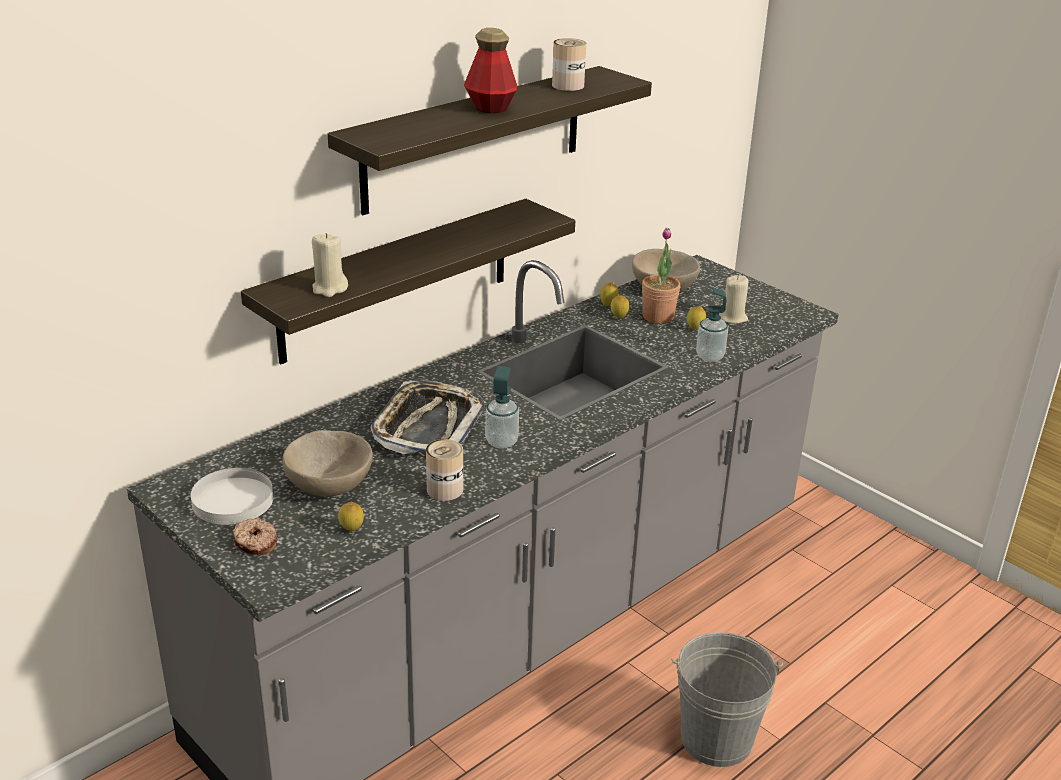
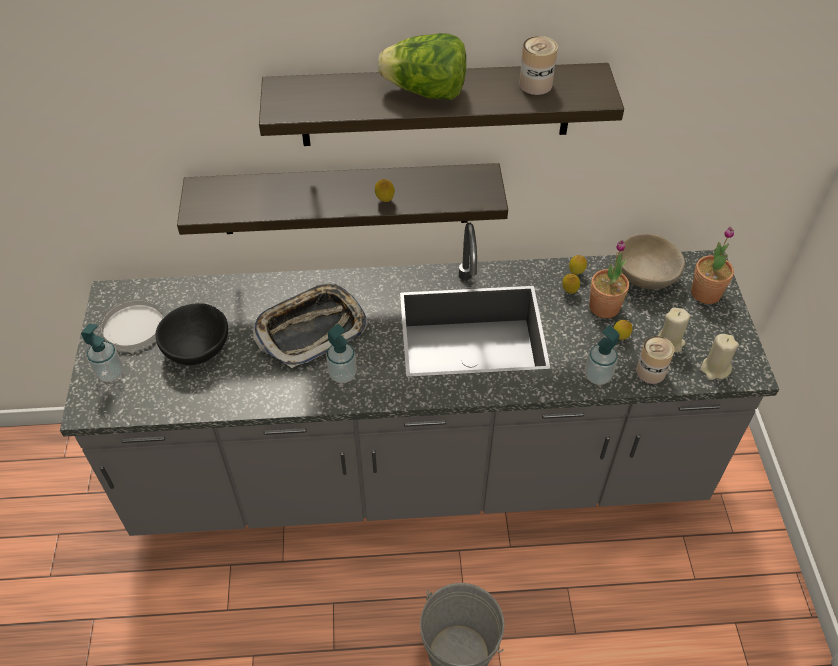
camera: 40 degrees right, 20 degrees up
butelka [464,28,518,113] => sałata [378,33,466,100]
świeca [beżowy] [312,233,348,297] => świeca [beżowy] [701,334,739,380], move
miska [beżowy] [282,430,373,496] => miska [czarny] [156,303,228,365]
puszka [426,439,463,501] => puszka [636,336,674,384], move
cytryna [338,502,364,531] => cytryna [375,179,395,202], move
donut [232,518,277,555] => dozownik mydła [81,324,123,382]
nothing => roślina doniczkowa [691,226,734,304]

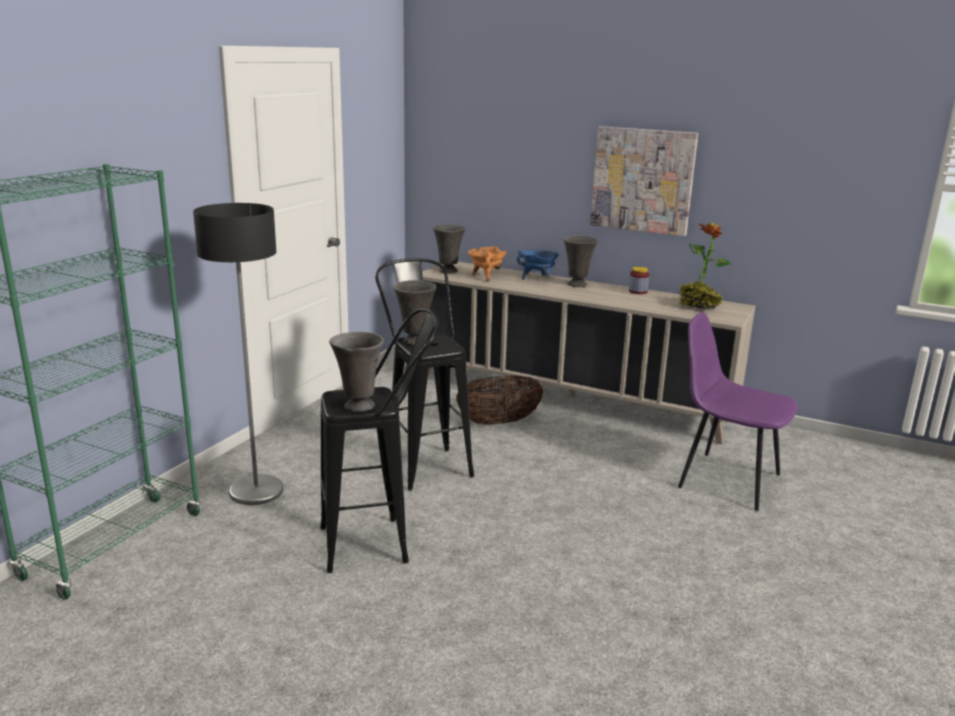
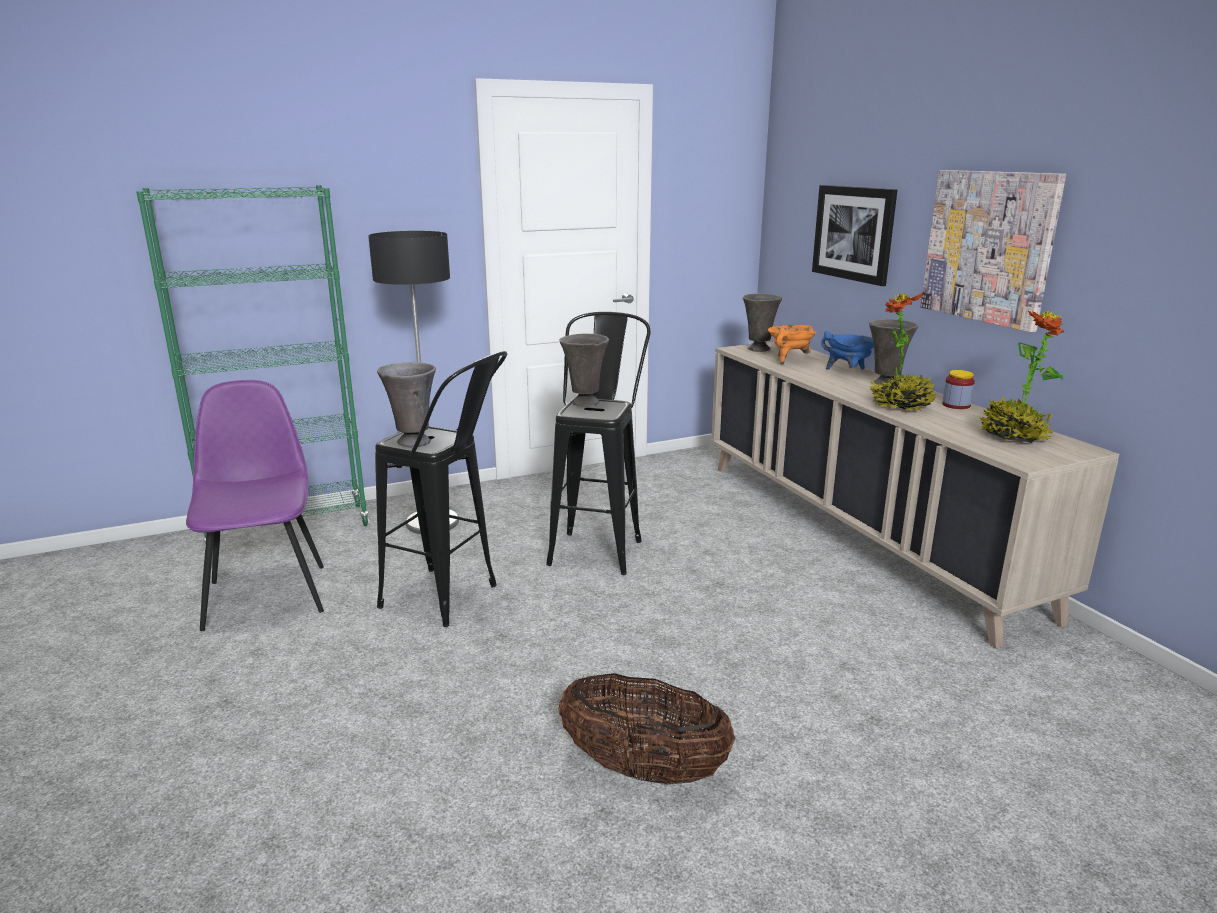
camera: 40 degrees right, 0 degrees up
krzesło [fioletowy] [678,312,798,511] => krzesło [fioletowy] [186,380,324,631], move
koszyk [456,375,543,425] => koszyk [558,673,735,785], move
nothing => obraz [812,185,897,286]
nothing => roślina doniczkowa [870,292,936,411]

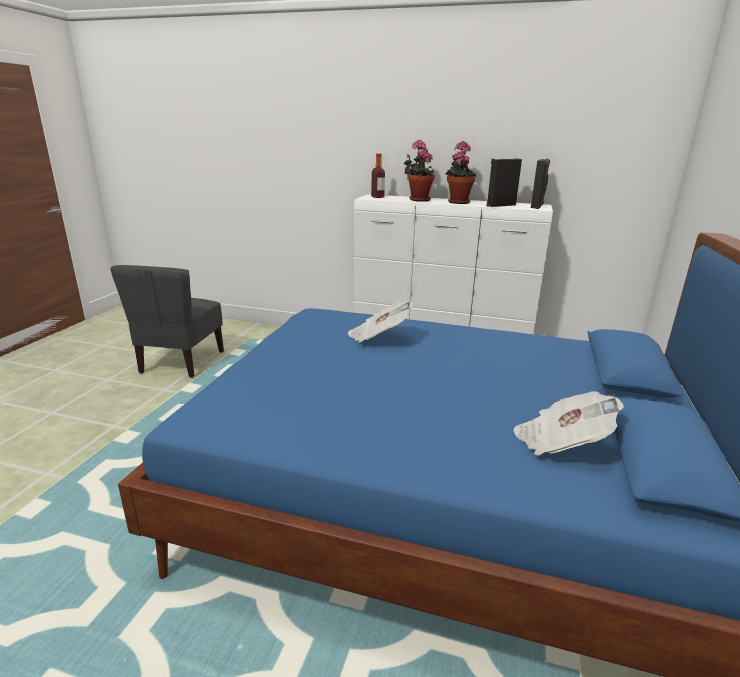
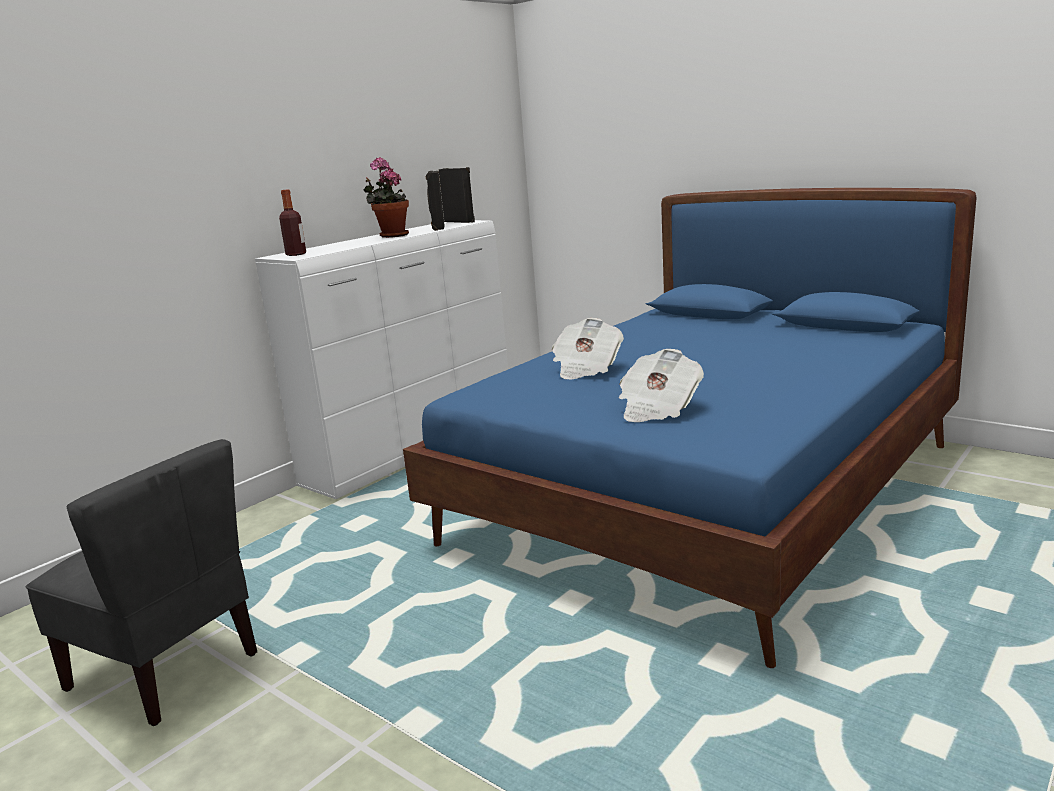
camera: 65 degrees left, 5 degrees down
roślina doniczkowa [404,140,435,202] => nothing
gazeta [513,391,624,456] => gazeta [619,349,704,422], move

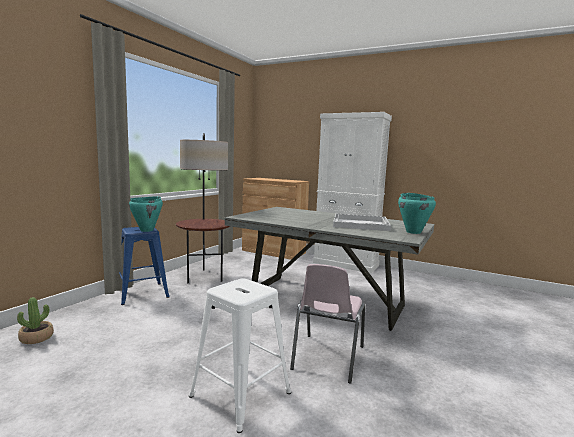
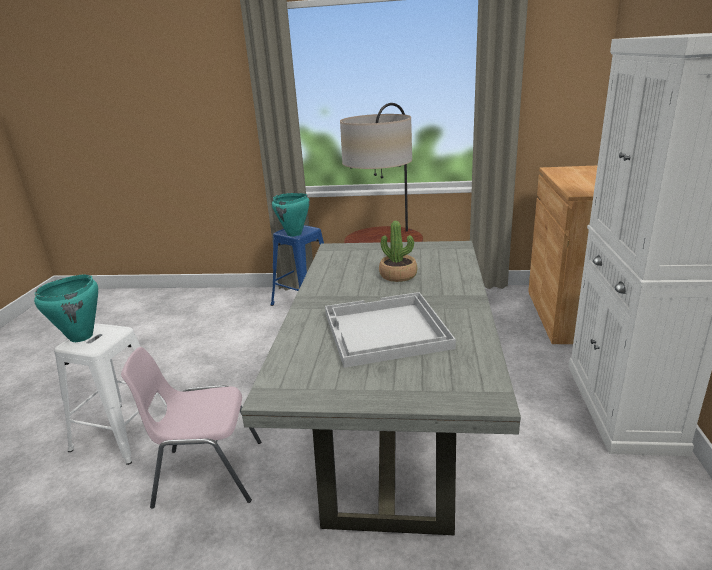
camera: 70 degrees right, 15 degrees up
garnek [turkusowy] [398,193,436,234] => garnek [turkusowy] [34,274,98,342], move
roślina doniczkowa [17,297,54,344] => roślina doniczkowa [379,221,417,282], move

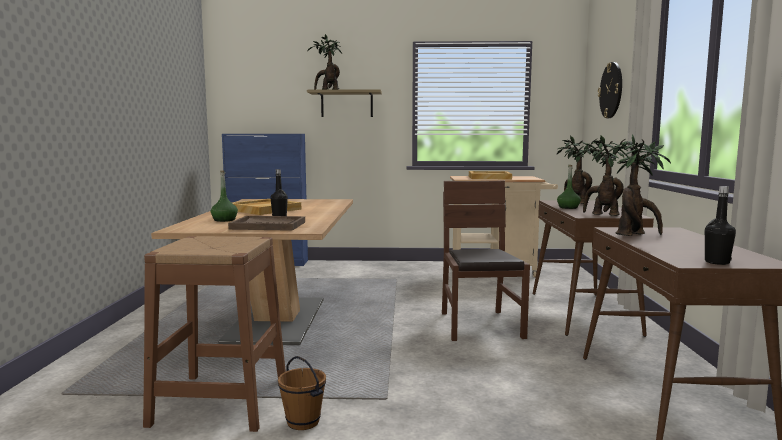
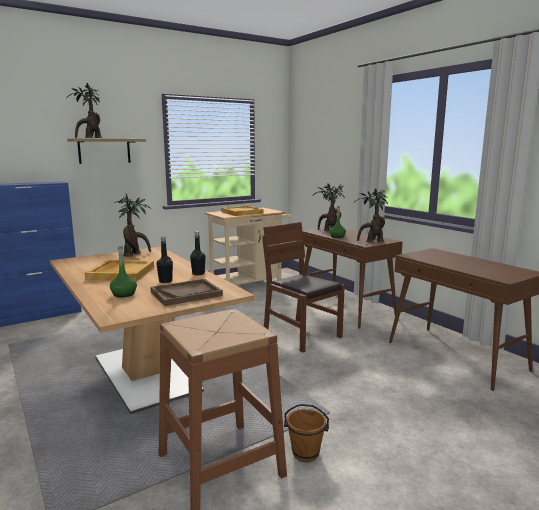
camera: 35 degrees left, 5 degrees up
zegar ścienny [598,62,622,118] => nothing
roślina doniczkowa [612,134,671,236] => roślina doniczkowa [115,193,151,257], move
butelka [czarny] [705,186,736,265] => butelka [czarny] [190,231,205,275], move

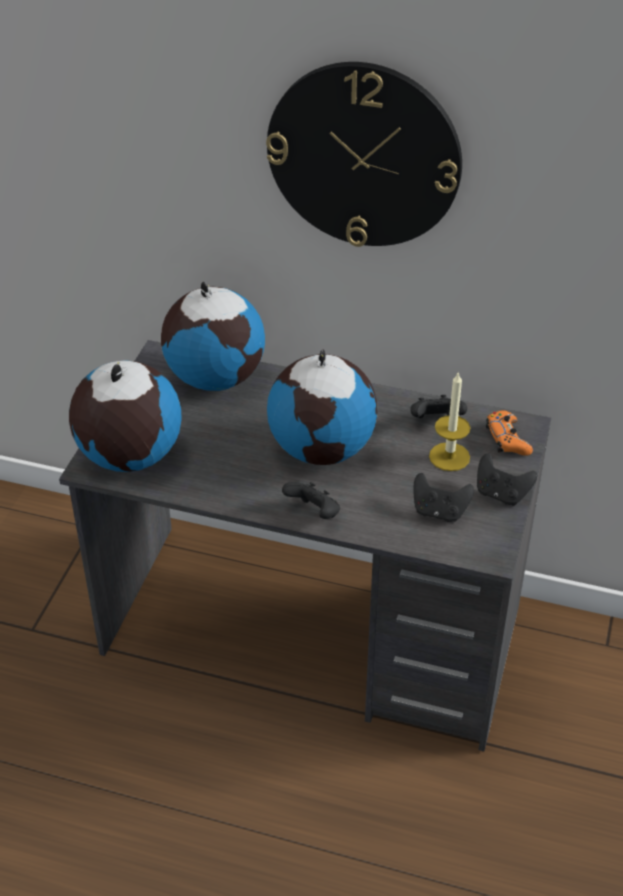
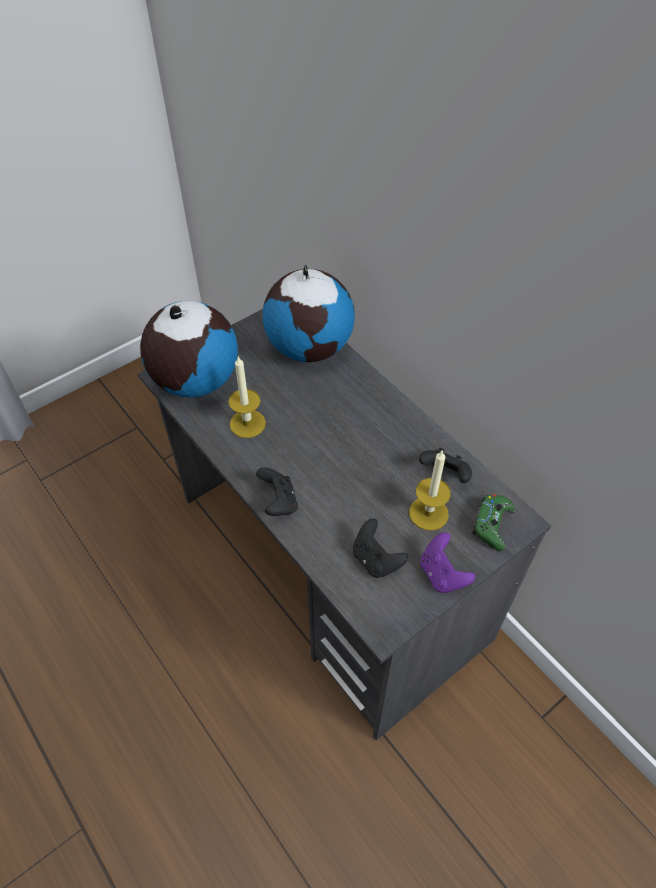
camera: 35 degrees right, 10 degrees up
zegar ścienny [266,62,462,247] => nothing
globus [267,349,378,465] => nothing
pad do gier [pomarańczowy] [486,410,533,456] => pad do gier [zielony] [472,494,516,551]
pad do gier [czarny] [477,453,537,506] => pad do gier [fioletowy] [420,532,475,593]
nothing => świeca [228,357,266,438]

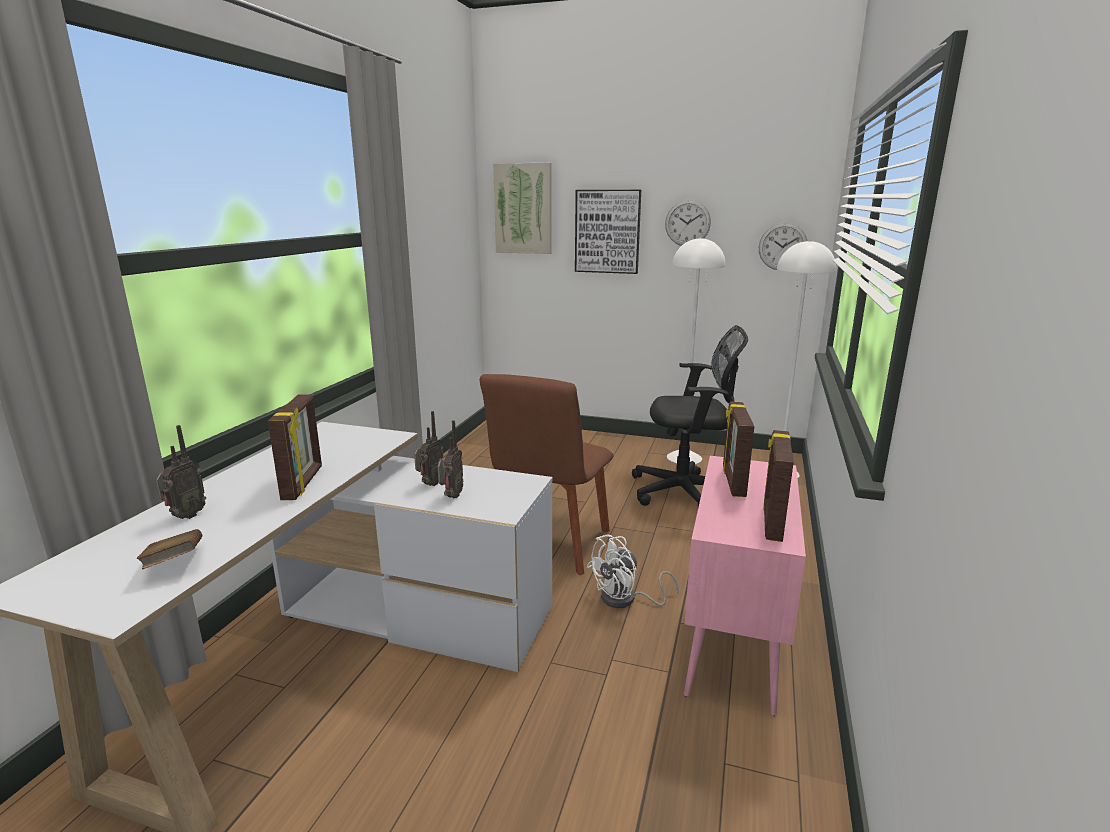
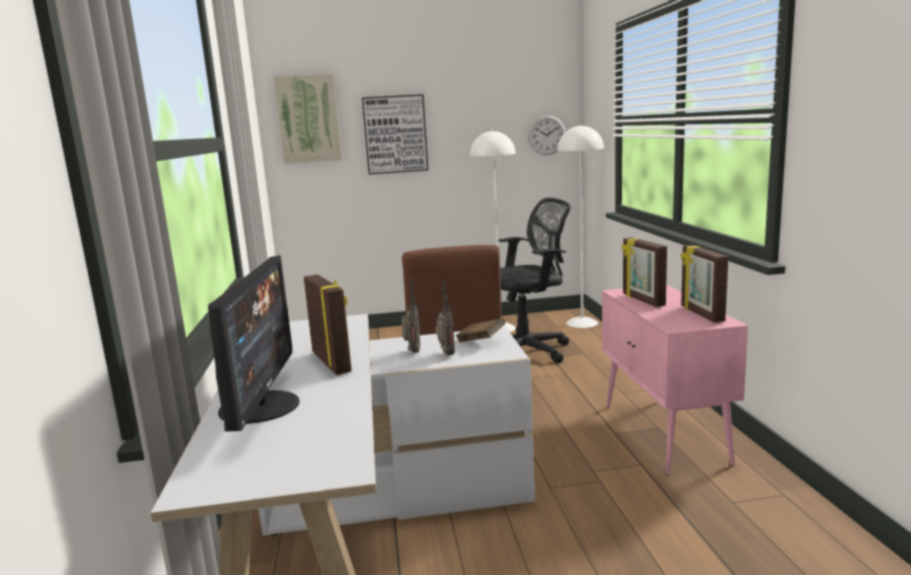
camera: 25 degrees left, 5 degrees down
zegar ścienny [665,200,711,246] => nothing
radio [156,425,206,519] => monitor [208,255,300,432]
książka [brązowy] [137,529,202,569] => książka [brązowy] [456,318,505,342], move
wentylator [biały] [586,534,679,608] => nothing

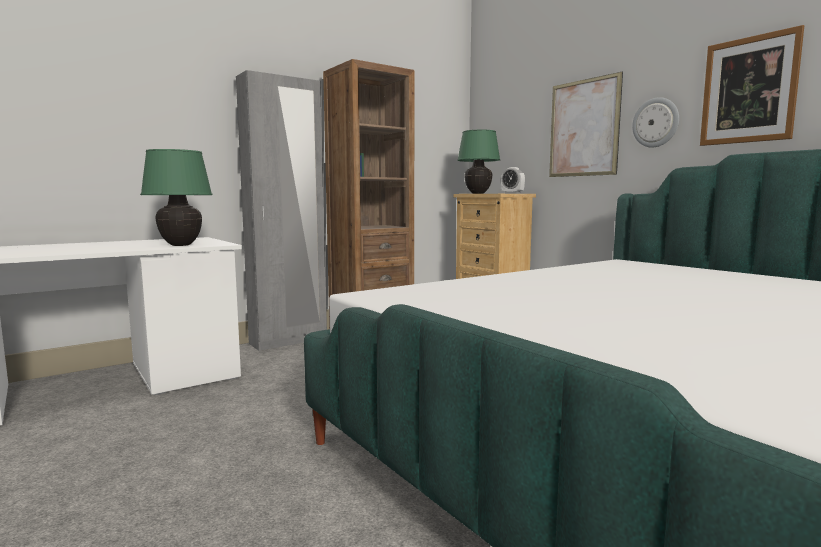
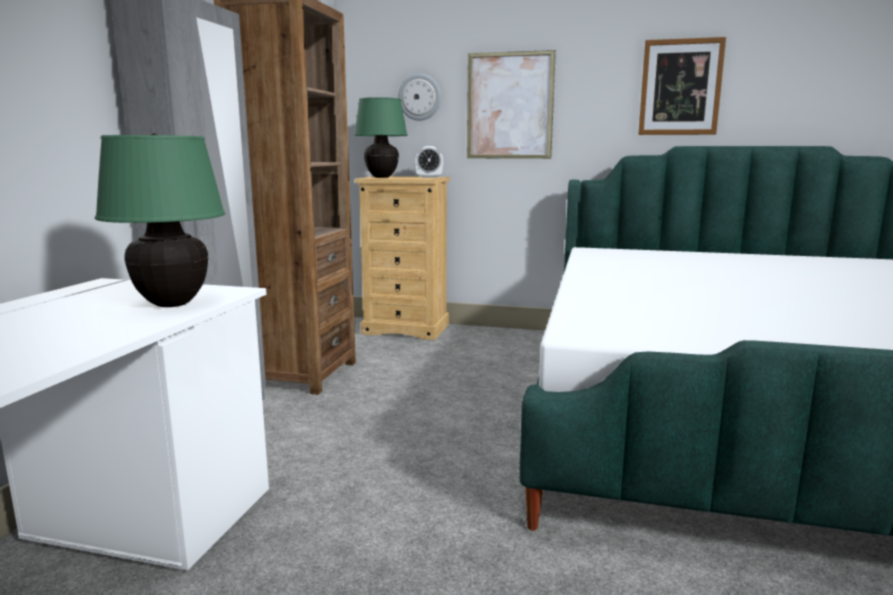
camera: 40 degrees left, 5 degrees up
zegar ścienny [632,97,679,148] => zegar ścienny [398,73,441,121], move

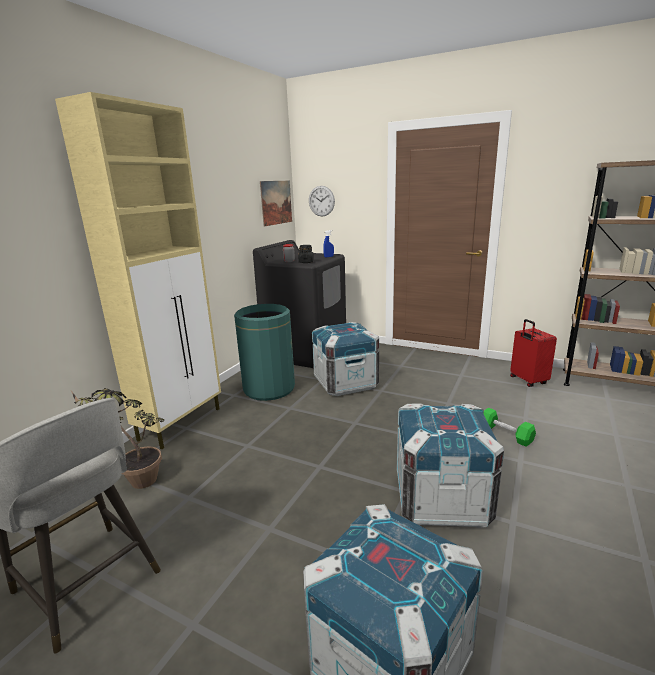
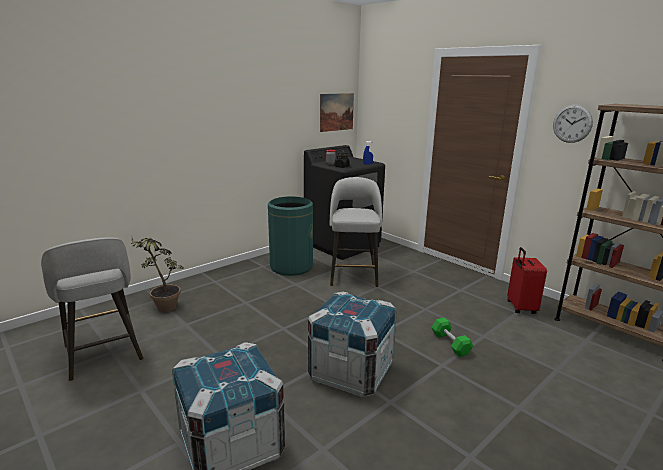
camera: 20 degrees right, 0 degrees up
szafka [beżowy] [55,92,221,449] => nothing
zegar ścienny [309,186,335,216] => zegar ścienny [553,105,593,143], move
skrzynka [312,322,379,396] => stołek [szary] [330,177,382,287]

